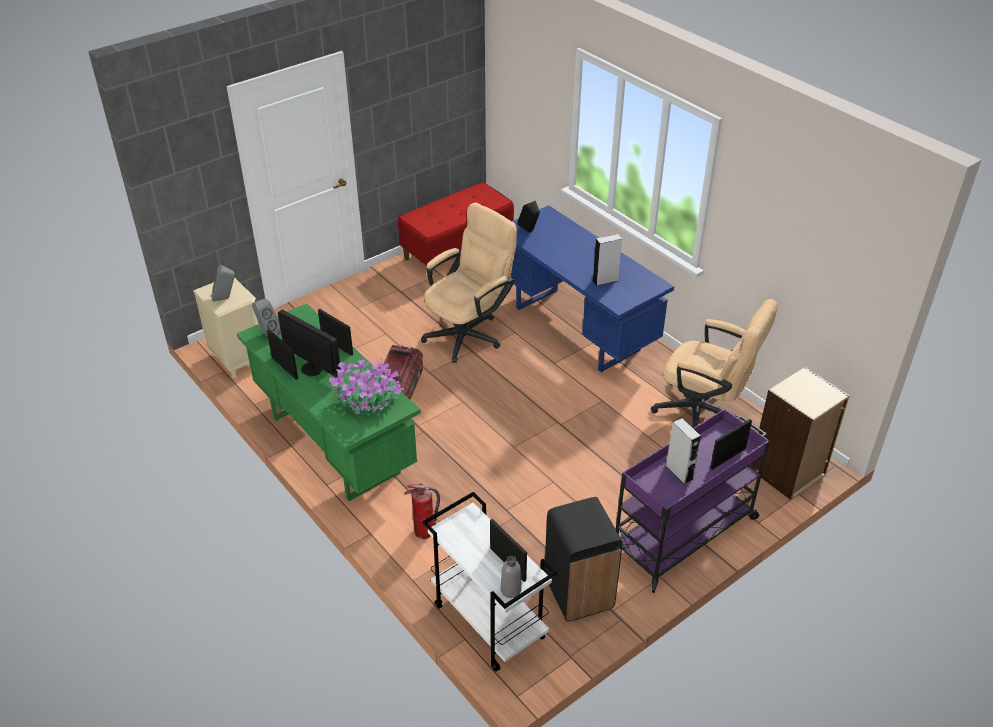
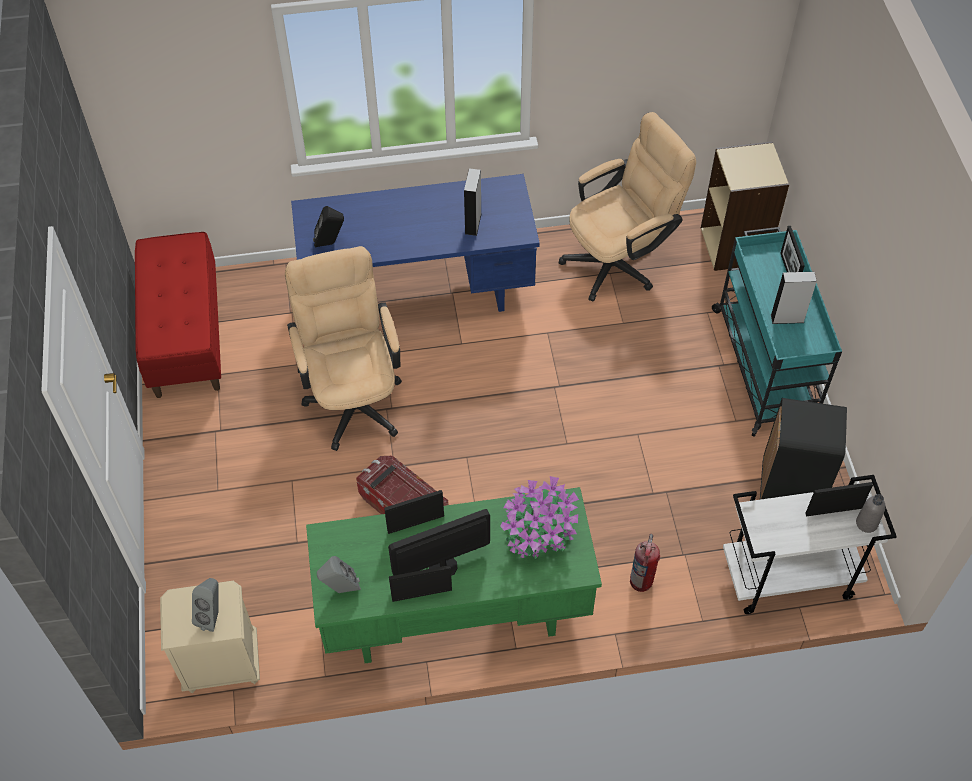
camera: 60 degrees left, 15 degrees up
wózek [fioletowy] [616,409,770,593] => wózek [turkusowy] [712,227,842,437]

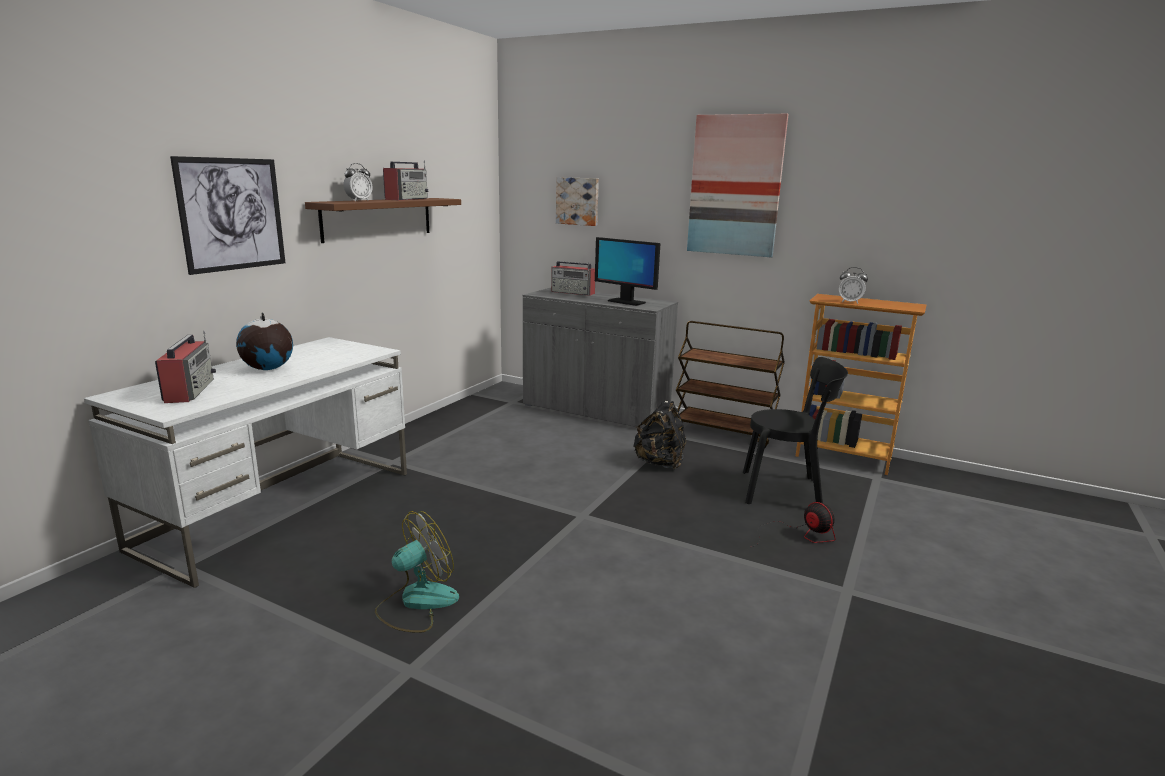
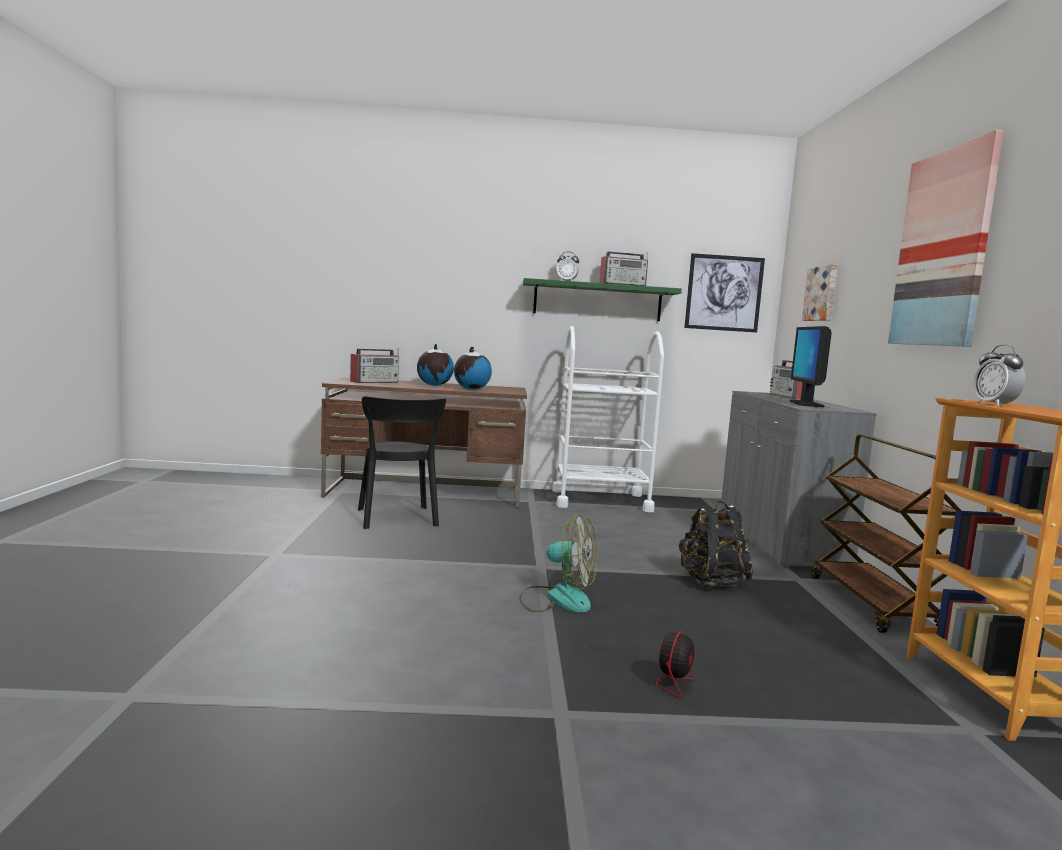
camera: 60 degrees right, 10 degrees down
obraz [170,156,285,275] => obraz [684,253,765,332], move
półka [brązowy] [305,198,461,243] => półka [zielony] [523,278,682,321]
biurko [biały] [84,337,407,588] => biurko [brązowy] [321,377,527,508]
krzesło [czarny] [743,357,848,504] => krzesło [czarny] [358,396,446,529], move
wentylator [375,511,459,633] => wentylator [519,515,597,612], move
nothing => wózek [biały] [552,326,664,512]
nothing => globus [454,347,492,390]

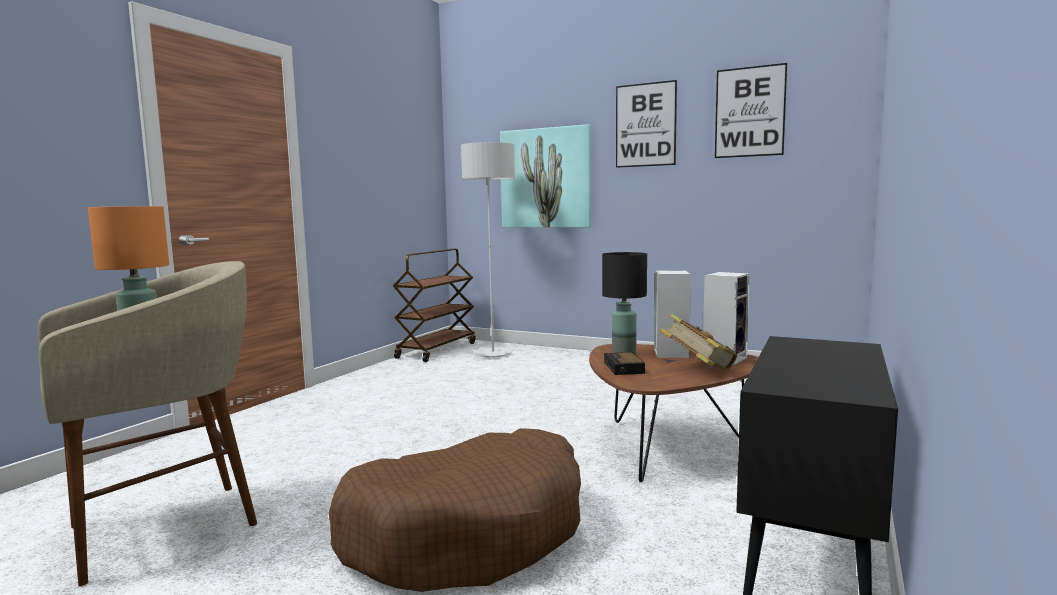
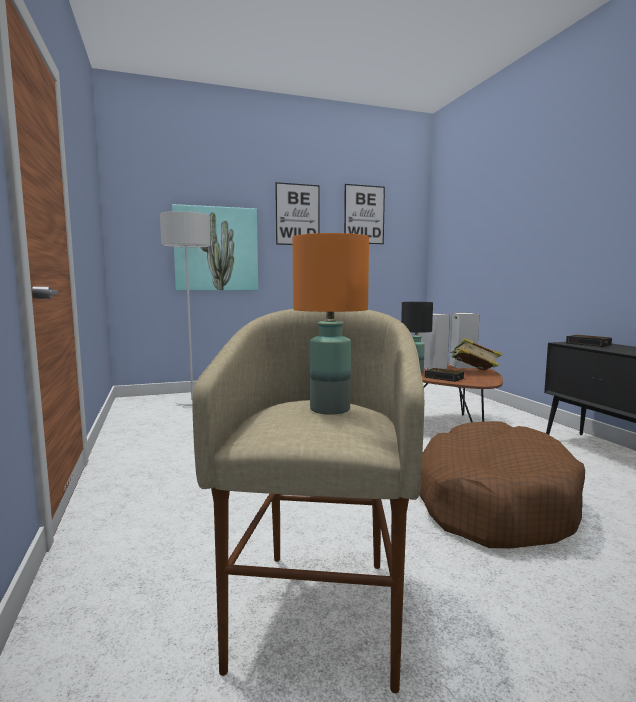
camera: 45 degrees left, 0 degrees up
wózek [brązowy] [393,248,476,362] => nothing
nothing => budzik [566,335,612,347]

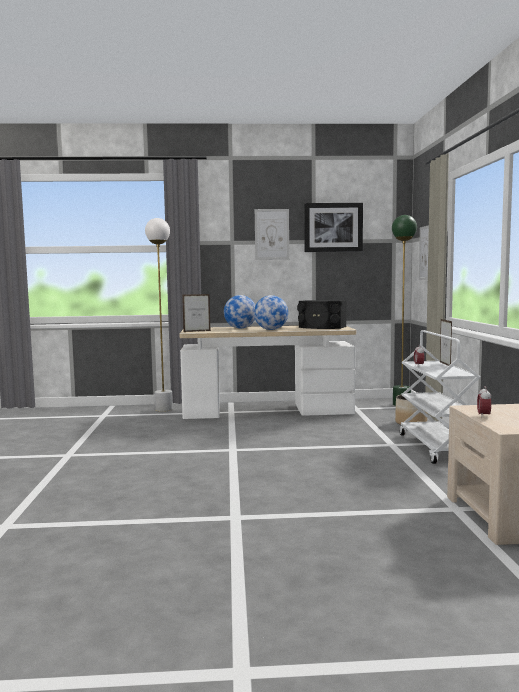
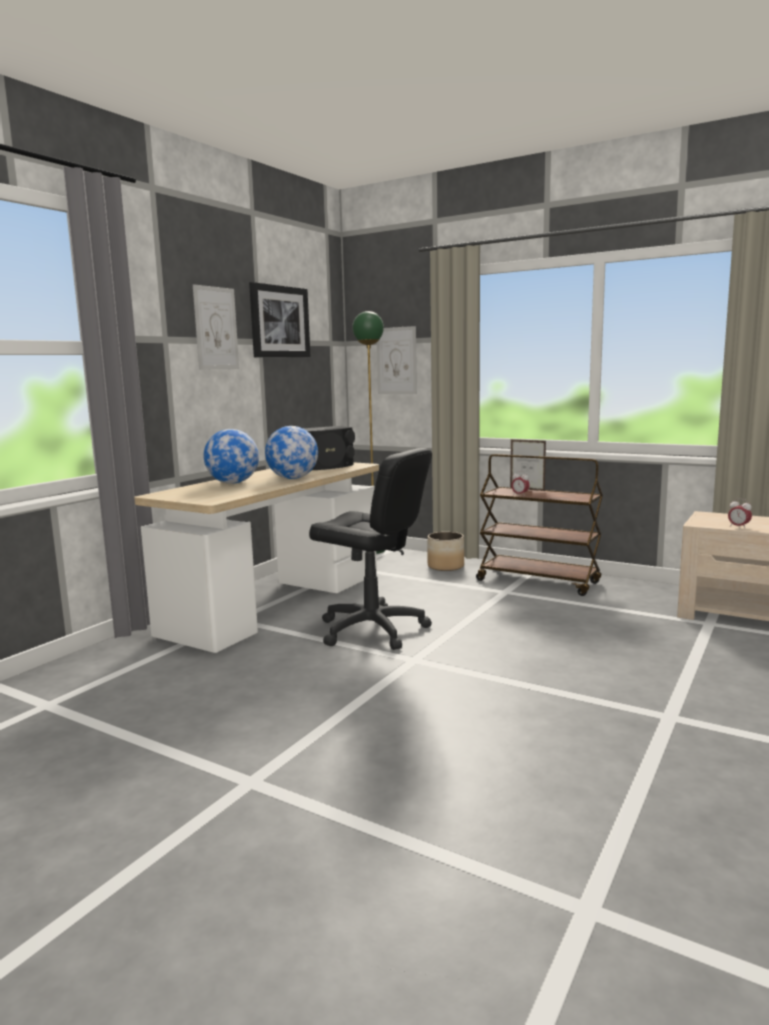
camera: 55 degrees left, 5 degrees up
lampa stojąca [biały] [145,218,173,412] => nothing
ramka na zdjęcie [182,294,210,332] => nothing
wózek [biały] [400,330,480,464] => wózek [brązowy] [476,454,603,596]
nothing => krzesło biurowe [czarny] [309,448,432,650]

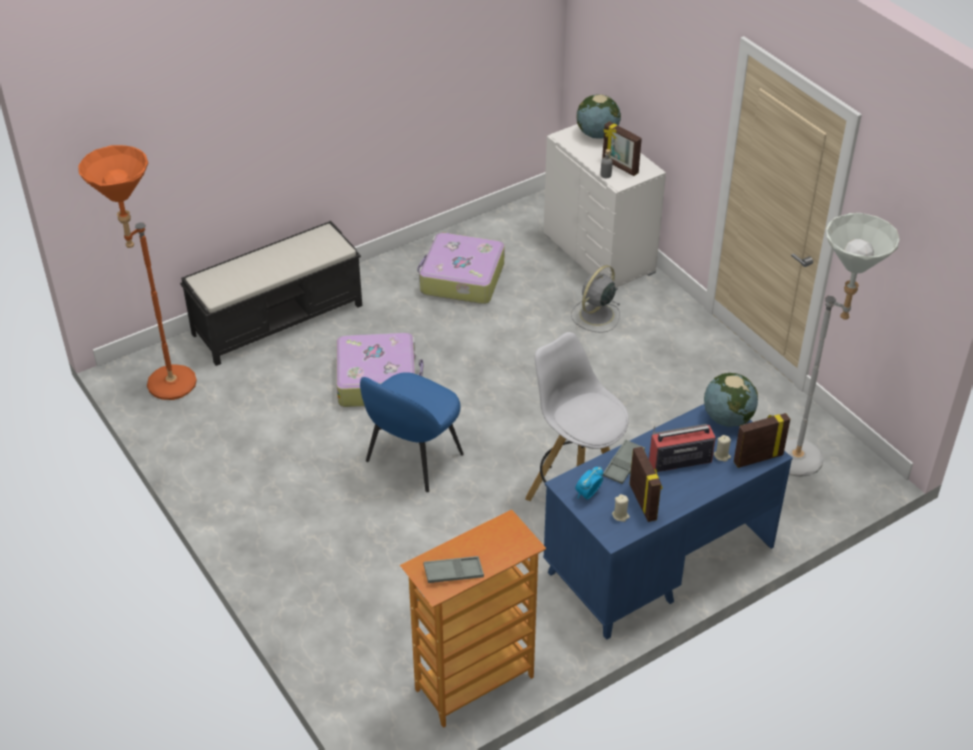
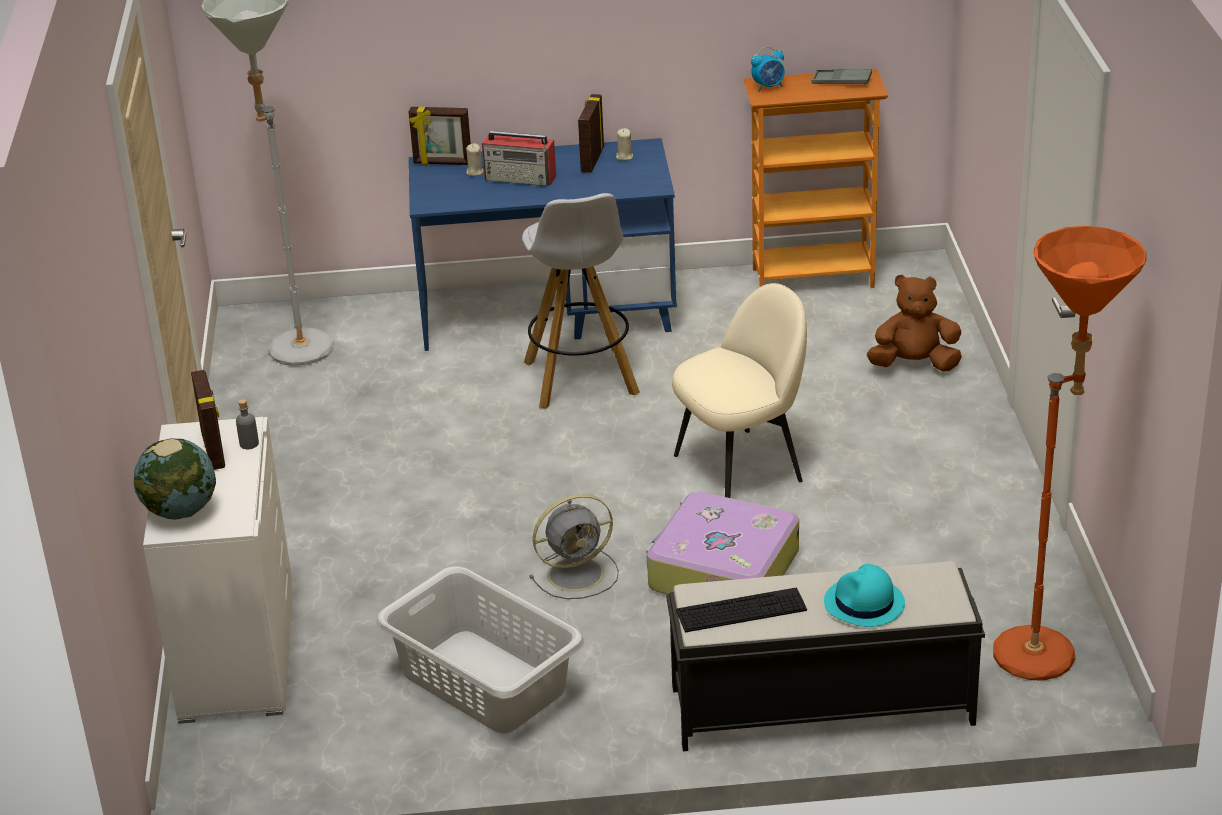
camera: 150 degrees left, 10 degrees down
walizka [418,233,505,304] => kosz na pranie [szary] [377,566,584,733]
wentylator [szary] [571,265,621,333] => wentylator [szary] [529,494,619,599], move
krzesło [niebieski] [360,372,464,492] => krzesło [beżowy] [672,283,807,498]
globus [704,373,758,427] => nothing
taca [szary] [603,439,645,484] => nothing
budzik [575,467,603,500] => budzik [751,47,784,91], move
nothing => pluszak [brązowy] [867,274,962,371]
nothing => kapelusz [turkusowy] [824,564,905,627]
nothing => klawiatura [676,587,807,632]

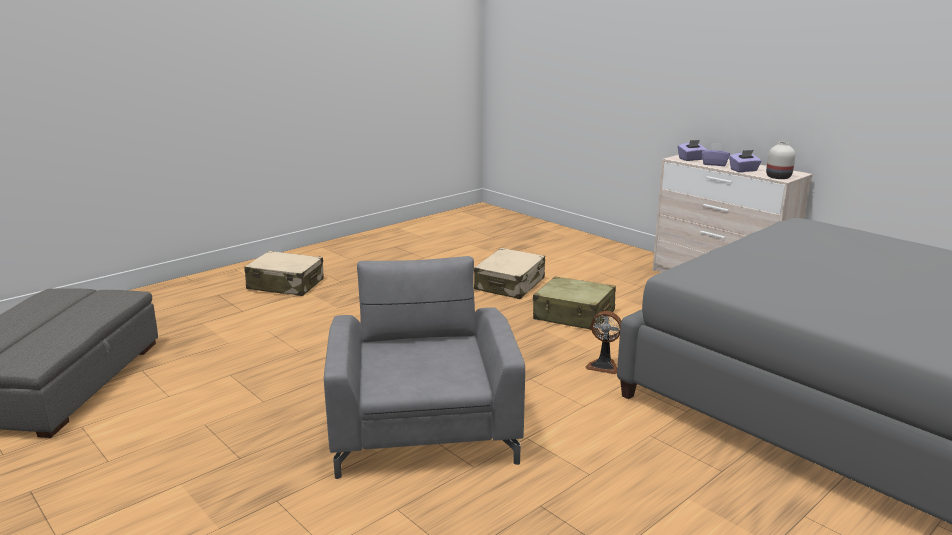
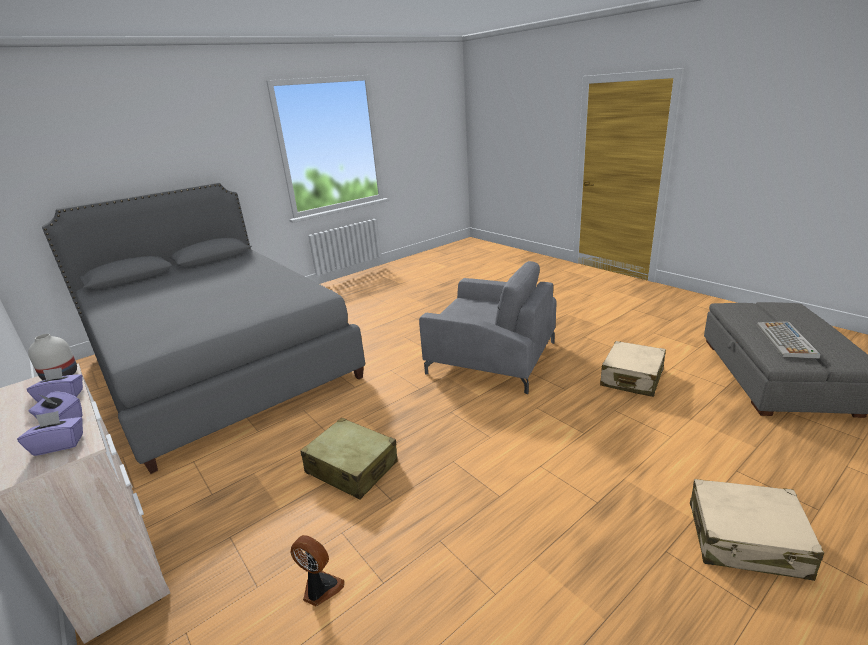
camera: 175 degrees left, 5 degrees up
walizka [beżowy] [474,248,545,299] => walizka [beżowy] [600,341,666,397], move
fotel [szary] [324,256,525,479] => fotel [szary] [419,261,556,394], 60 degrees counterclockwise
wentylator [585,311,621,374] => wentylator [291,535,344,606], move
nothing => klawiatura [757,321,821,359]

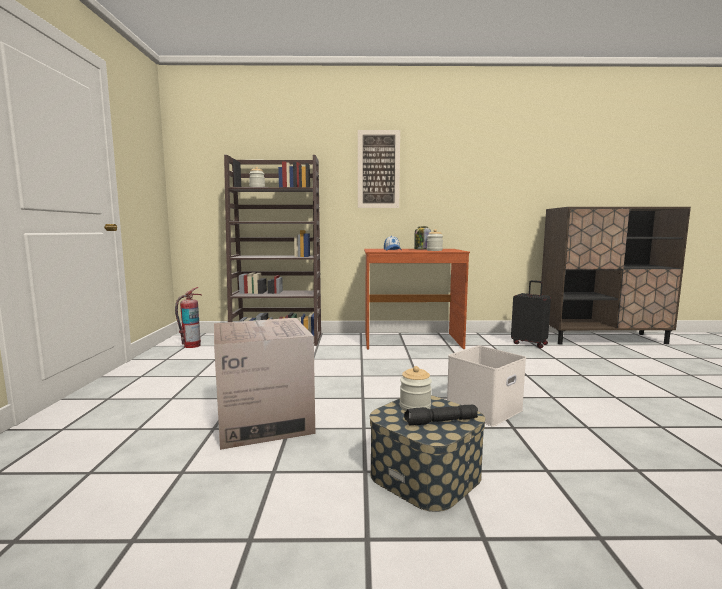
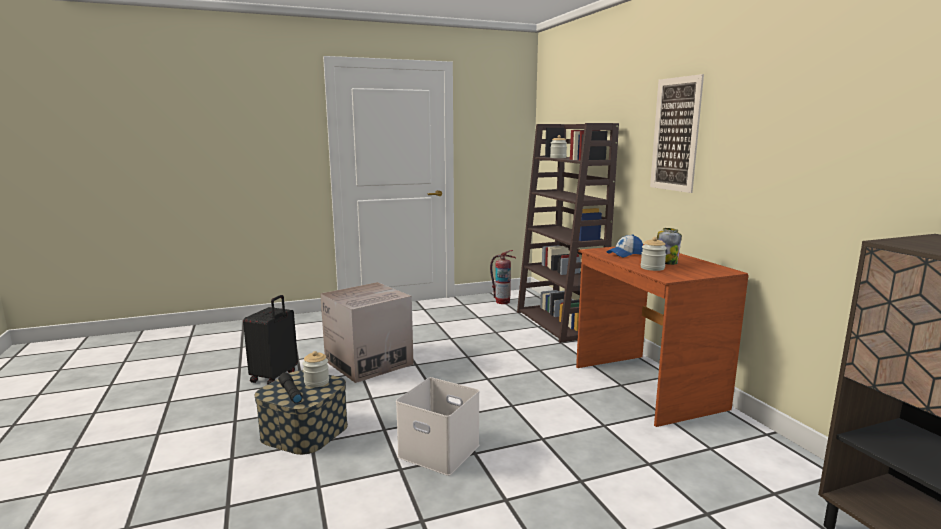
camera: 70 degrees right, 5 degrees up
walizka [czarny] [511,280,551,348] => walizka [czarny] [243,295,298,384], move

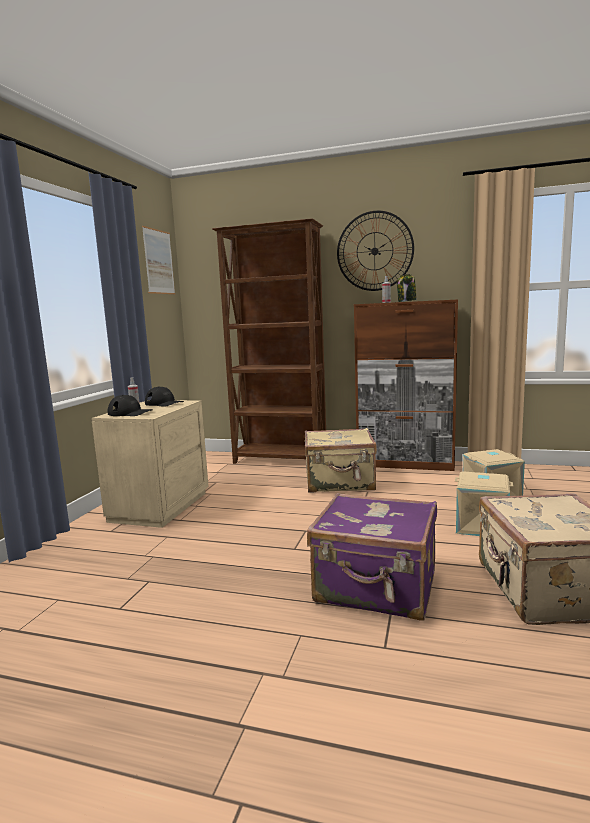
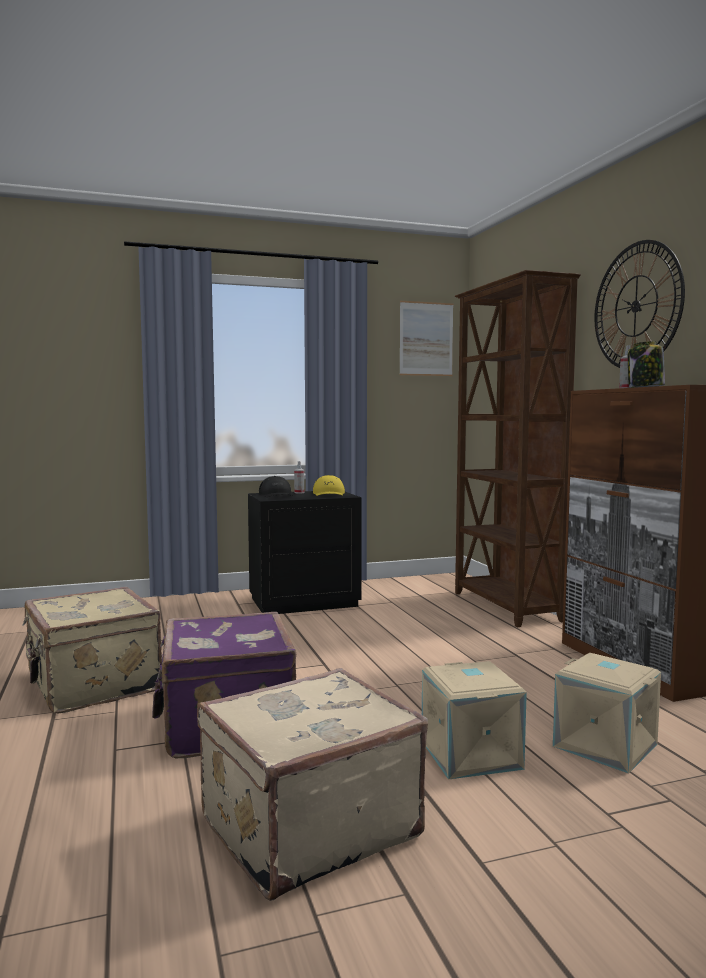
camera: 55 degrees right, 5 degrees down
czapka z daszkiem [czarny] [145,387,184,407] => czapka z daszkiem [żółty] [313,475,345,496]
szafka nocna [beżowy] [91,400,209,528] => szafka nocna [czarny] [248,491,362,614]
walizka [beżowy] [305,428,377,492] => walizka [beżowy] [22,587,162,714], move

